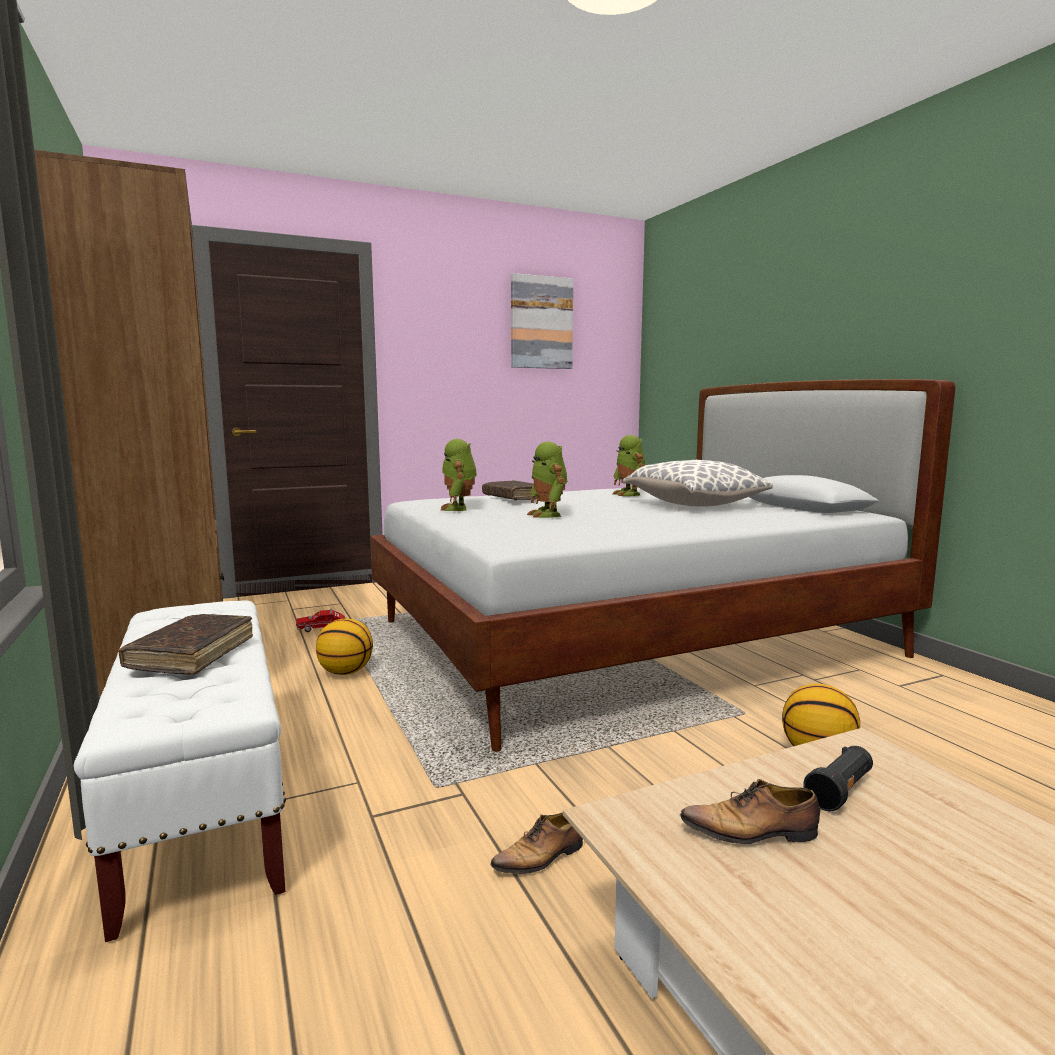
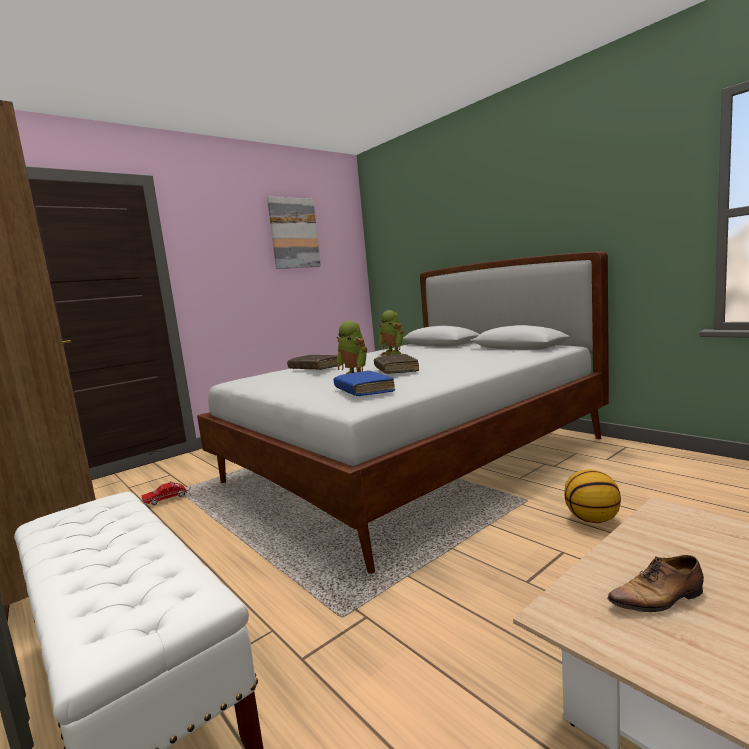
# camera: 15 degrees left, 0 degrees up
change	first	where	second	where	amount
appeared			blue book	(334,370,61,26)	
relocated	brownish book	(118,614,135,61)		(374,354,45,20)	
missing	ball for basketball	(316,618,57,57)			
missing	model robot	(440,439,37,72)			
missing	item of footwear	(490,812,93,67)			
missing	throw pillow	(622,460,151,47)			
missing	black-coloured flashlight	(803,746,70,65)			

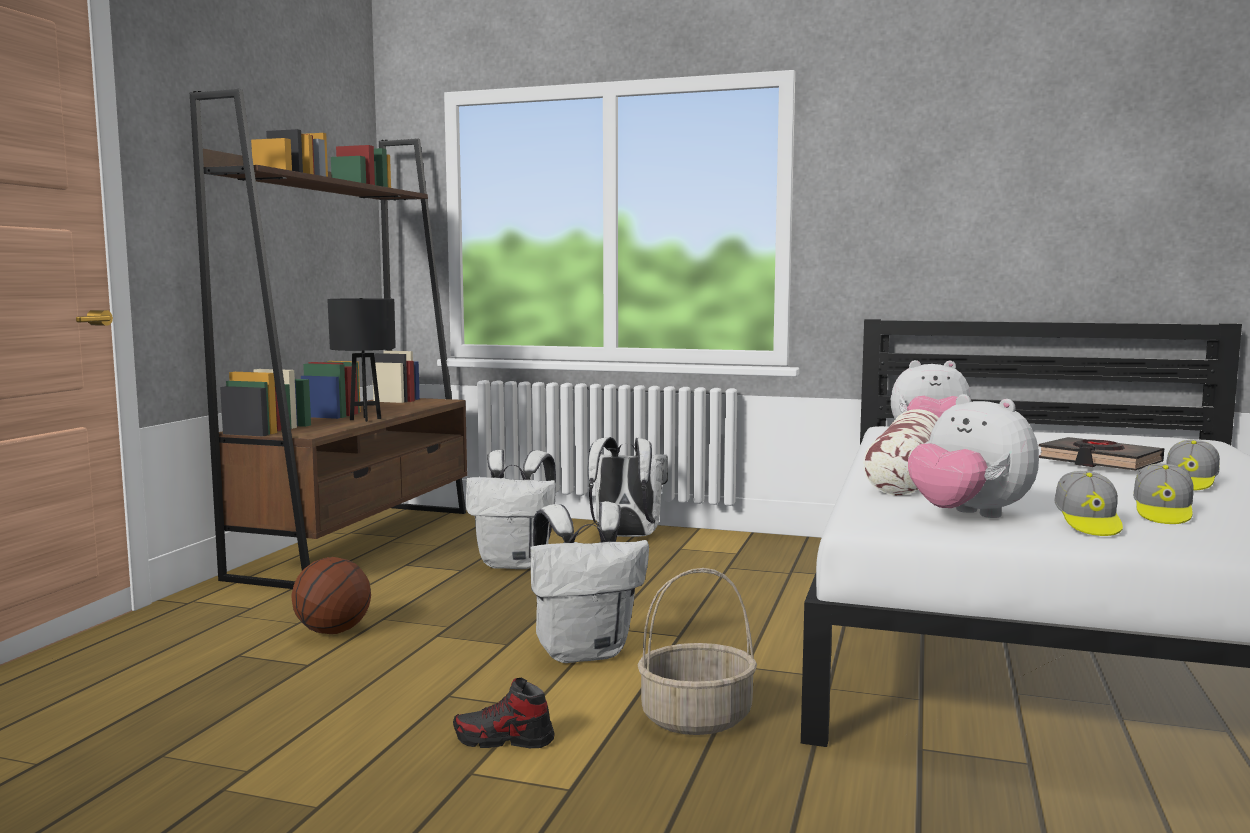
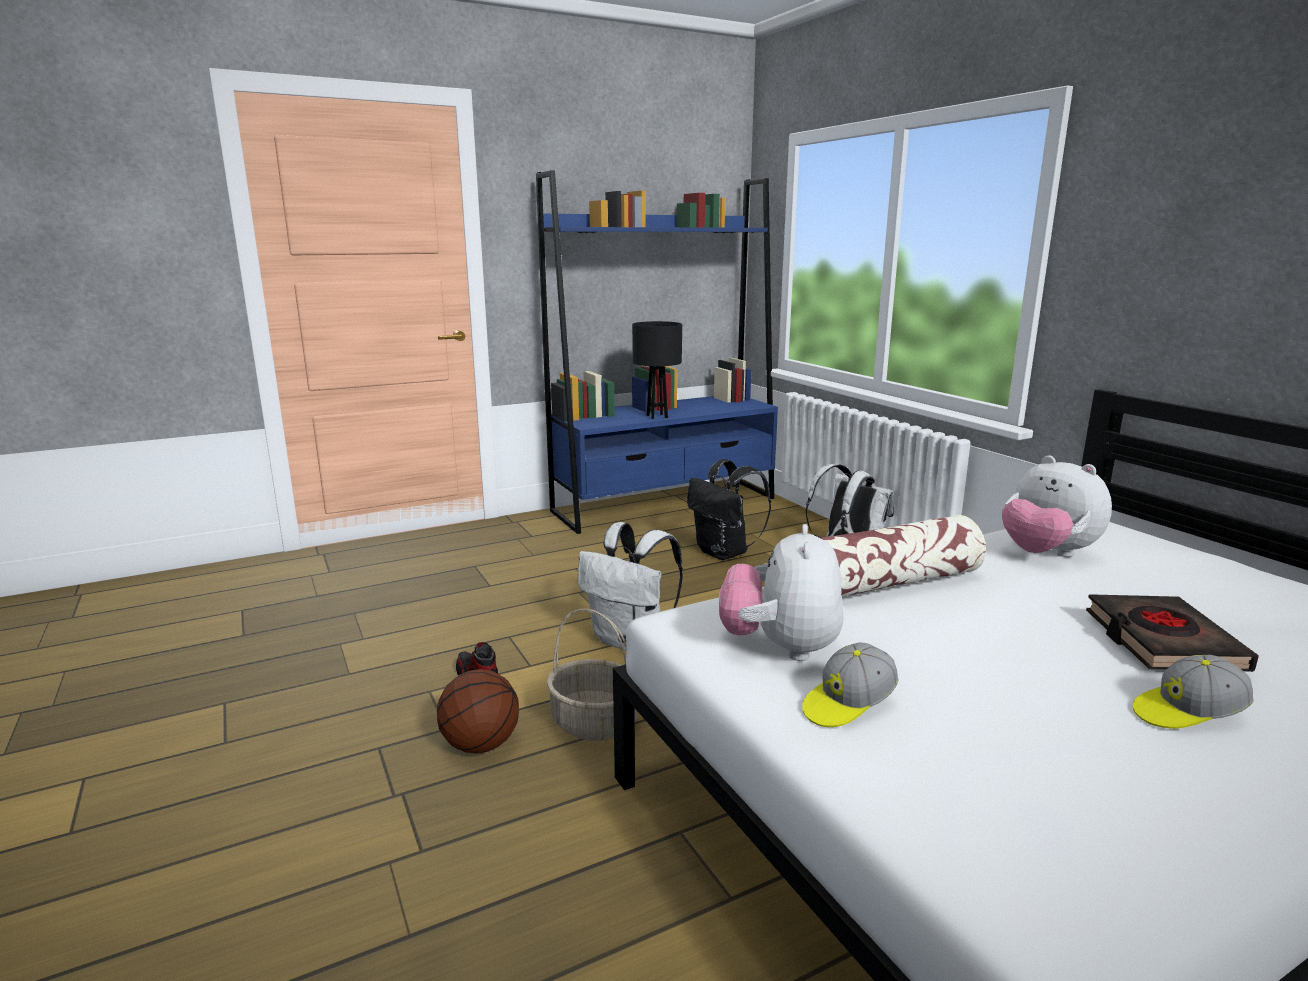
# camera: 45 degrees right, 10 degrees up
change	first	where	second	where	amount
relocated	ball for basketball	(291,557,80,77)		(437,669,82,84)	
colour	brownish bookcase	(190,89,277,500)	blue bookcase	(536,170,242,364)	
colour	white backpack	(466,450,90,119)	black-coloured backpack	(687,459,84,101)	
missing	peaked cap	(1133,464,61,60)			

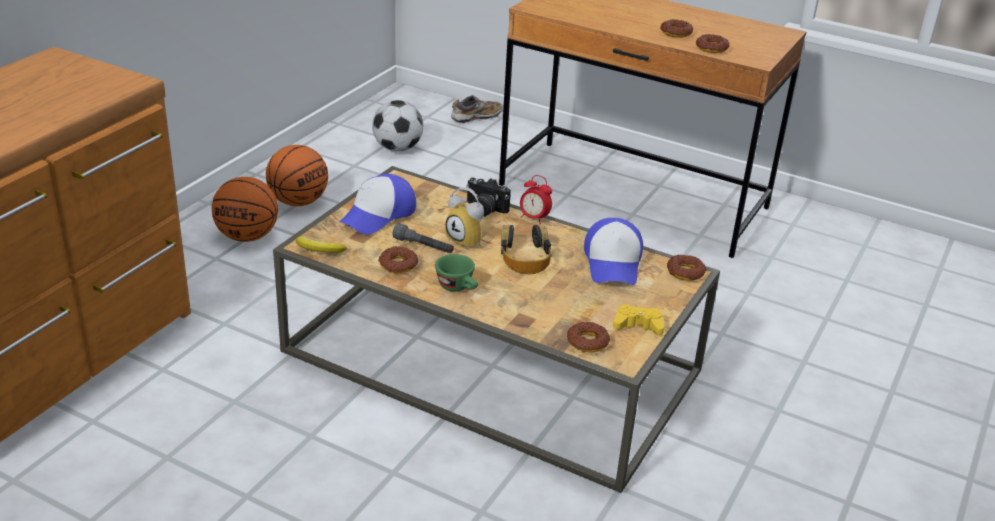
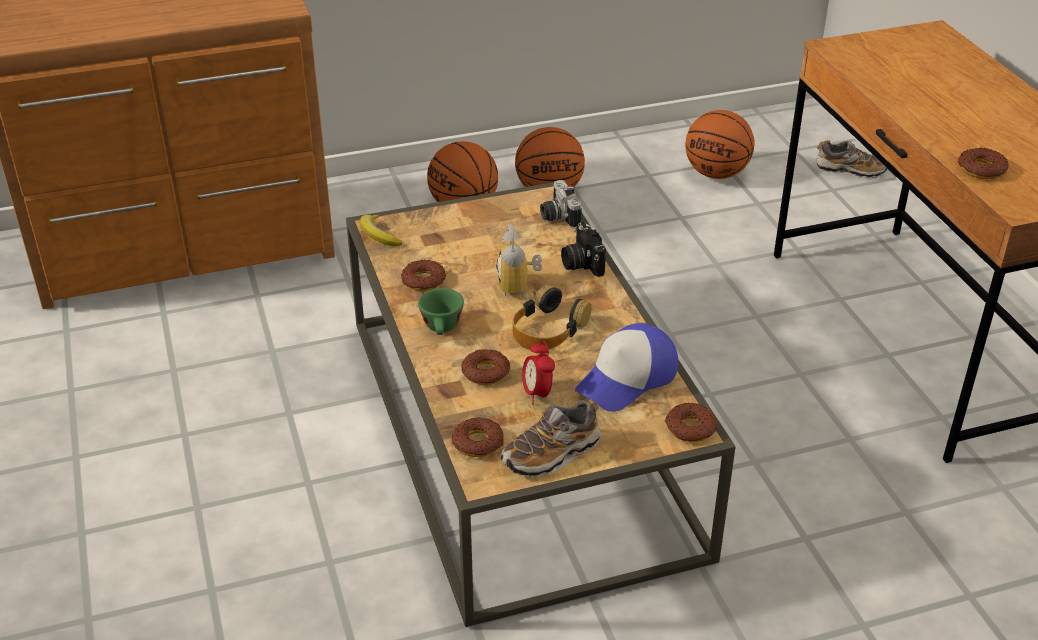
# camera: 45 degrees right, 5 degrees up
change	first	where	second	where	amount
relocated	ring doughnut	(660,19,33,19)		(461,349,49,36)	
exchanged	yellowish joypad	(613,304,51,31)	item of footwear	(501,400,100,77)	
relocated	alarm clock	(520,175,32,49)		(522,340,33,65)	
appeared			still camera	(540,180,42,49)	
exchanged	ball for football	(372,100,51,52)	ball for basketball	(685,110,70,69)	
missing	peaked cap	(339,174,77,61)			
missing	greyish flashlight	(393,223,61,30)			

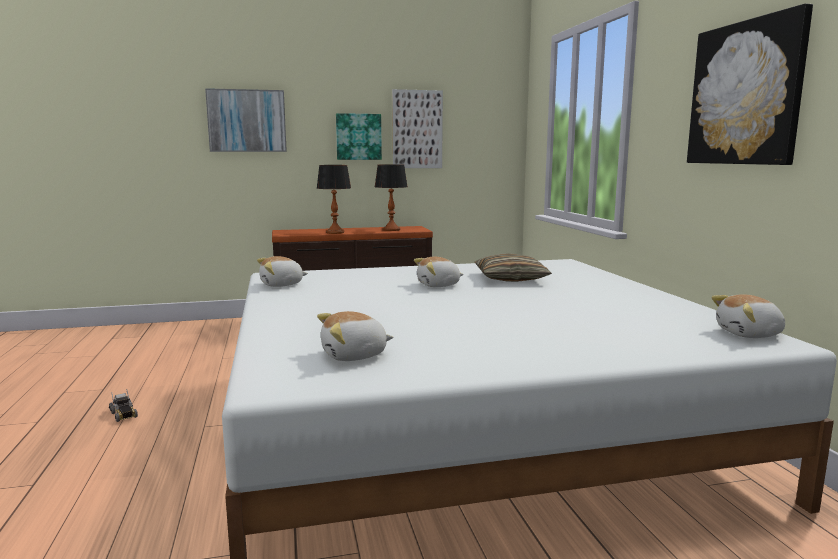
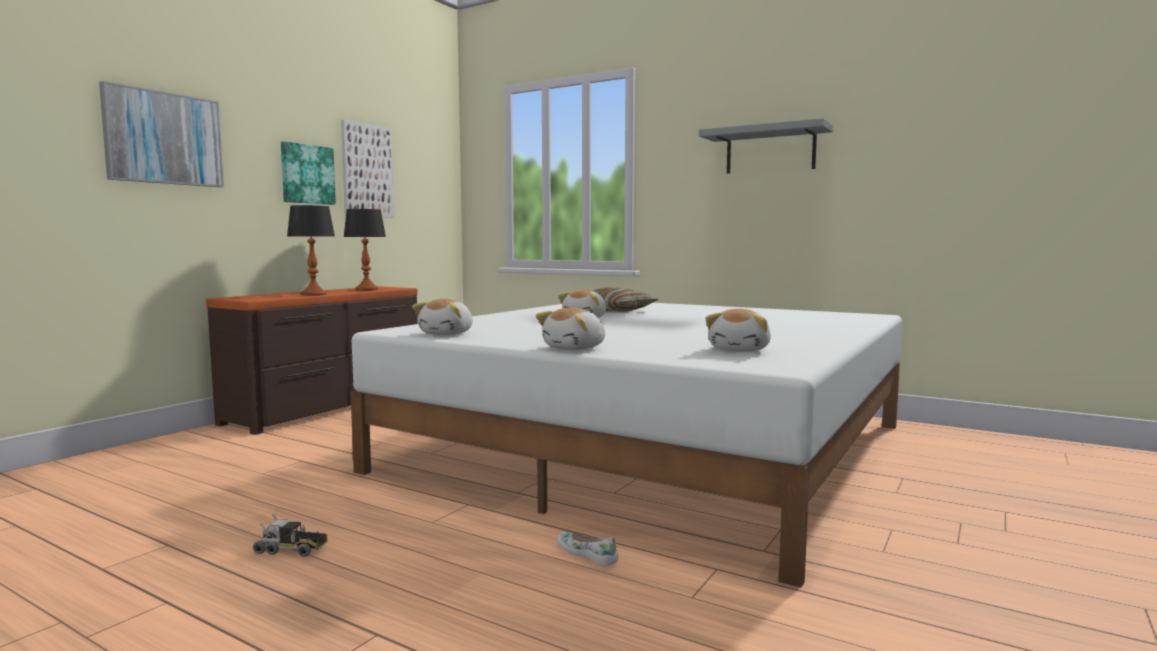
# camera: 45 degrees left, 5 degrees down
change	first	where	second	where	amount
relocated	plush toy	(711,294,74,44)		(536,308,69,42)	
appeared			white item of footwear	(558,532,60,34)	
exchanged	picture	(687,3,126,162)	greyish wall shelf	(699,118,134,56)	

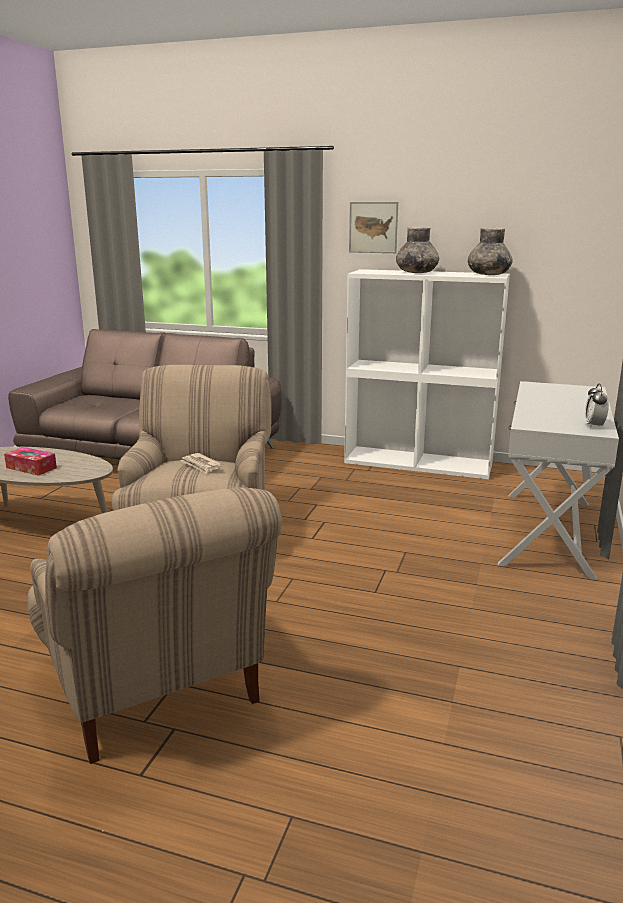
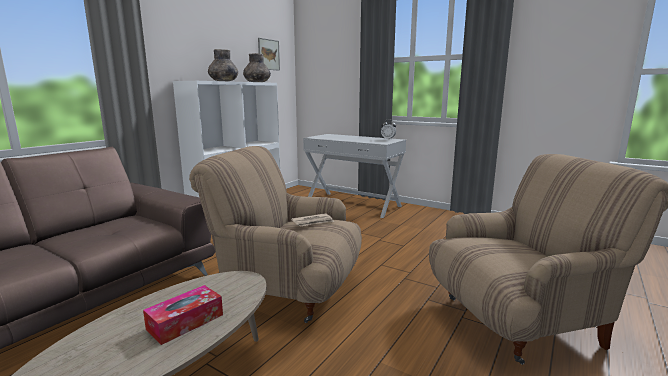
# camera: 75 degrees left, 5 degrees down
change	first	where	second	where	amount
relocated	picture	(349,202,49,51)		(258,38,22,33)	

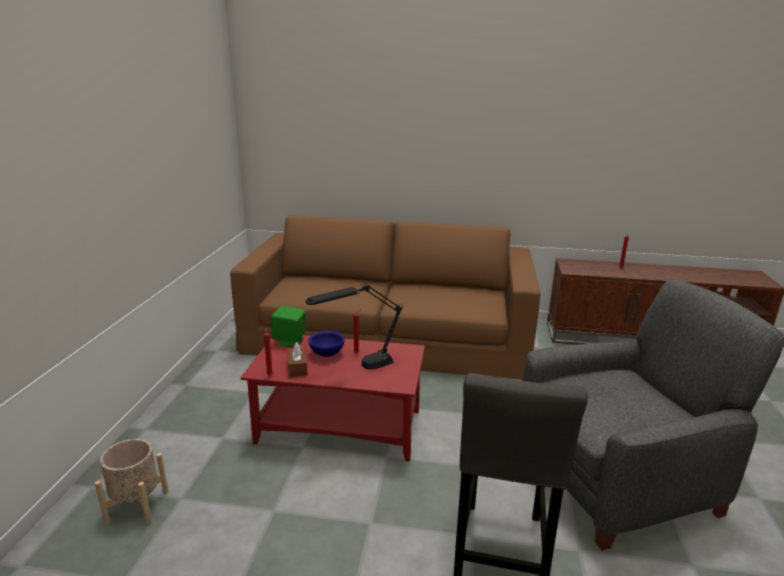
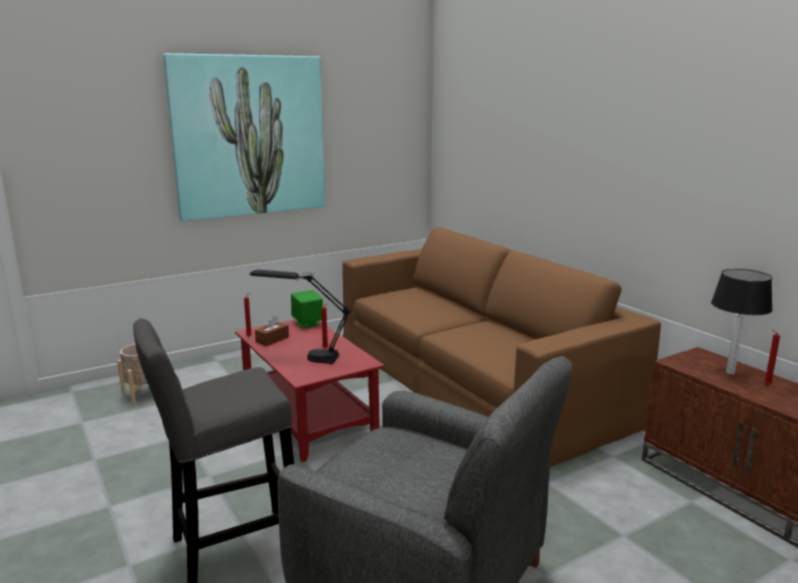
# camera: 50 degrees right, 5 degrees down
change	first	where	second	where	amount
appeared			picture	(163,53,162,168)	
appeared			tabletop lamp	(711,269,62,105)	
missing	blue serving bowl	(308,331,37,26)			

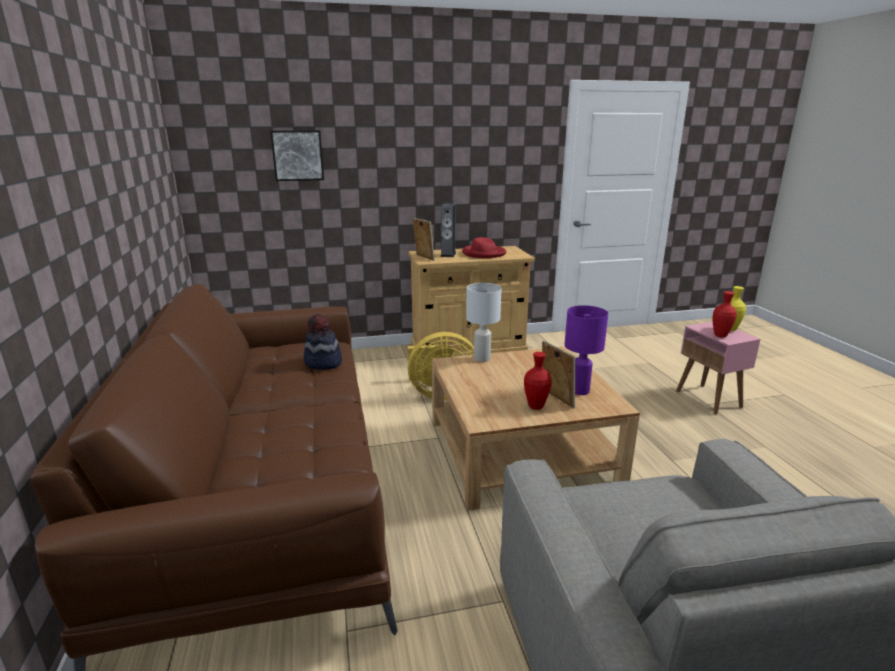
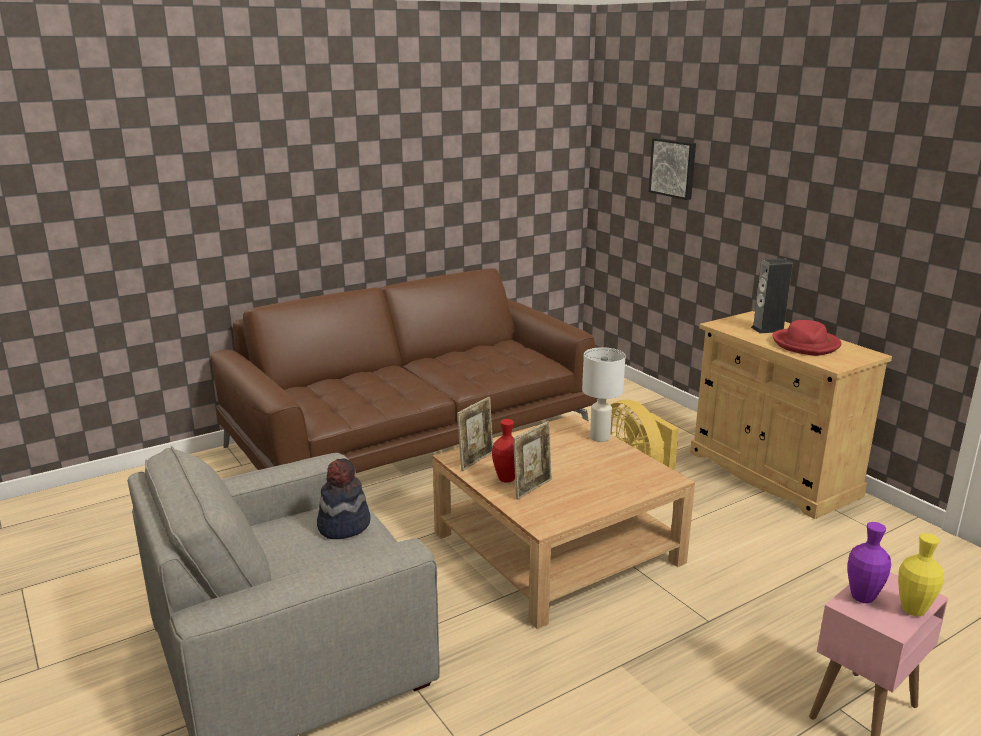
# camera: 70 degrees right, 0 degrees up
change	first	where	second	where	amount
relocated	hat	(304,314,38,56)		(317,458,54,81)	
relocated	standing frame	(413,218,22,43)		(457,397,36,74)	
colour	red decorative vase	(713,291,24,47)	purple decorative vase	(848,522,43,81)	
missing	purple tabletop lamp	(565,305,43,90)			

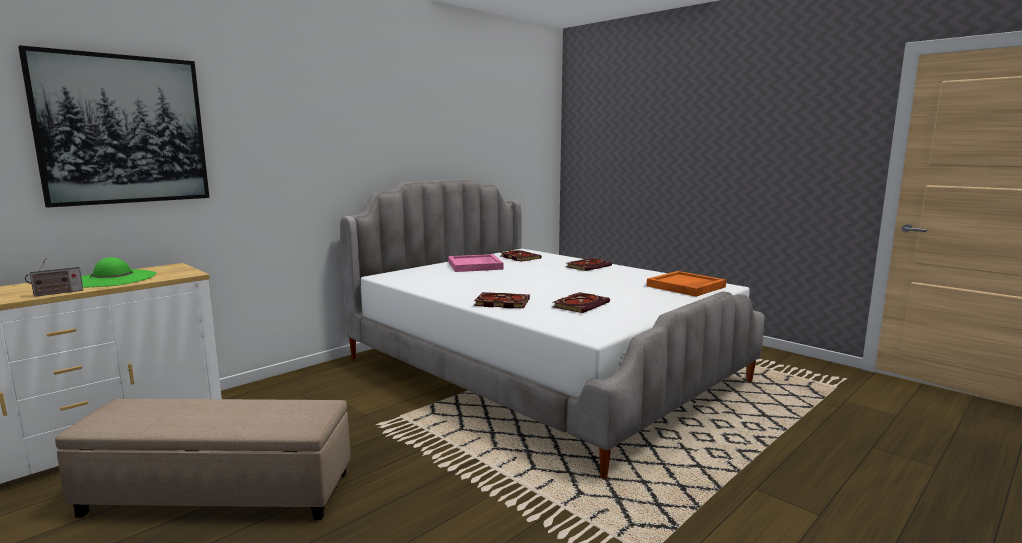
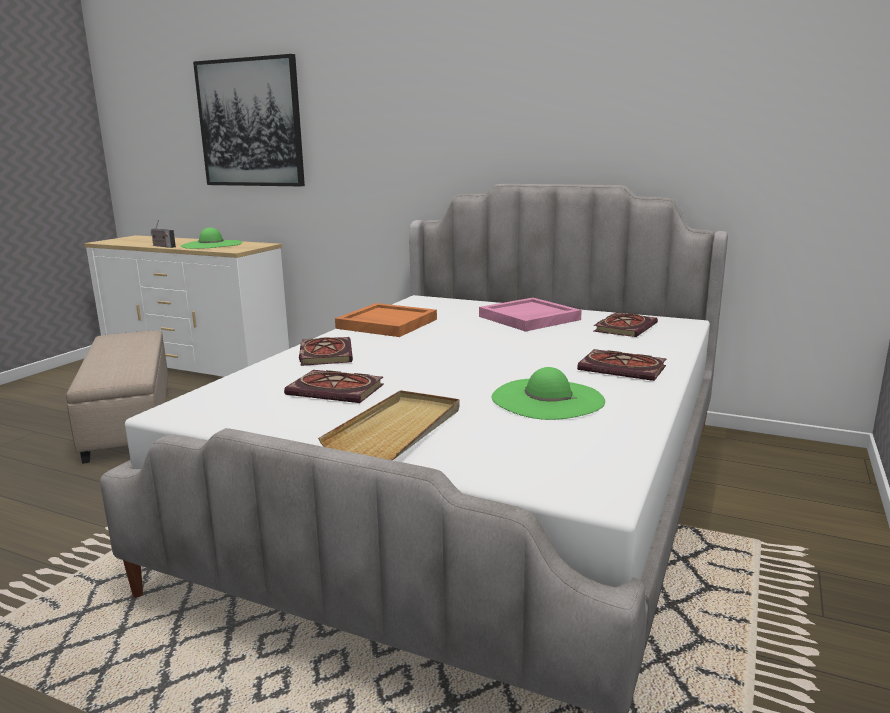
# camera: 70 degrees right, 5 degrees up
change	first	where	second	where	amount
appeared			beige-coloured serving tray	(318,390,142,70)	
relocated	orange-coloured serving tray	(647,271,79,26)		(335,303,102,34)	
appeared			greenish hat	(491,367,114,53)	

